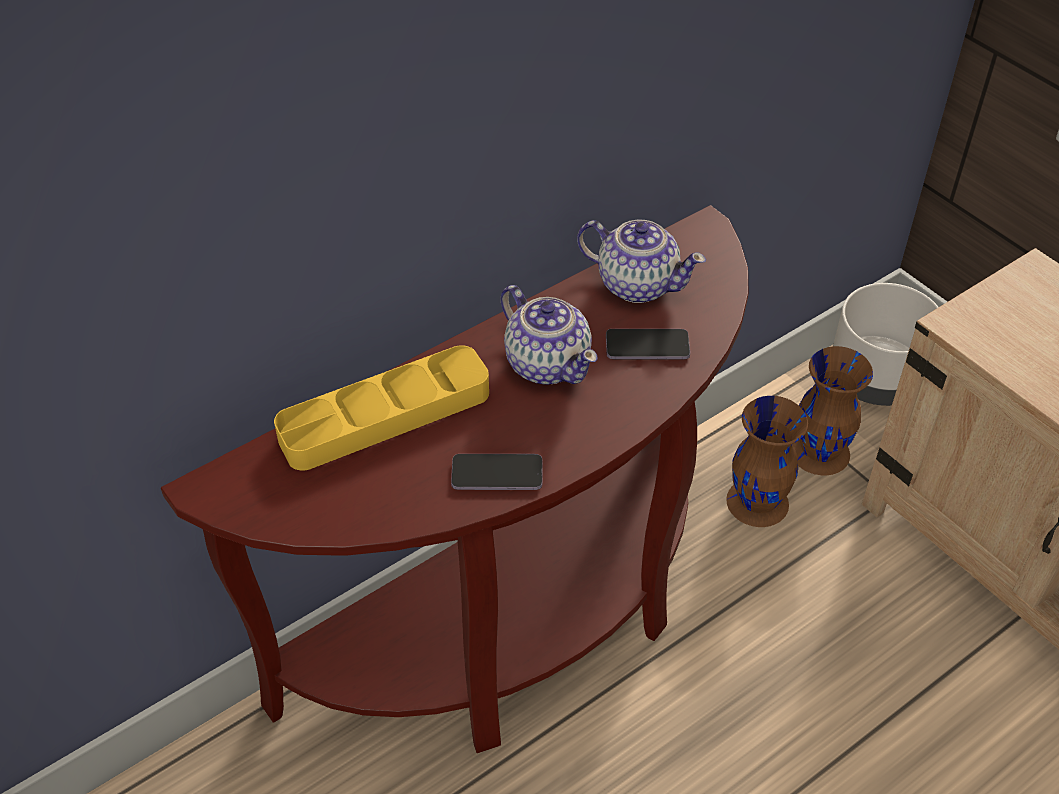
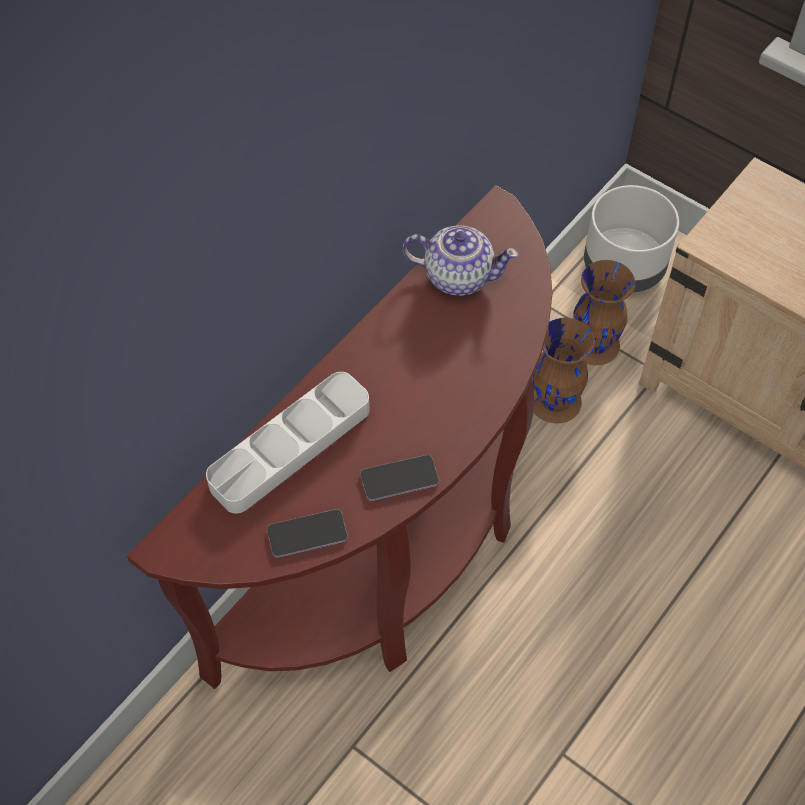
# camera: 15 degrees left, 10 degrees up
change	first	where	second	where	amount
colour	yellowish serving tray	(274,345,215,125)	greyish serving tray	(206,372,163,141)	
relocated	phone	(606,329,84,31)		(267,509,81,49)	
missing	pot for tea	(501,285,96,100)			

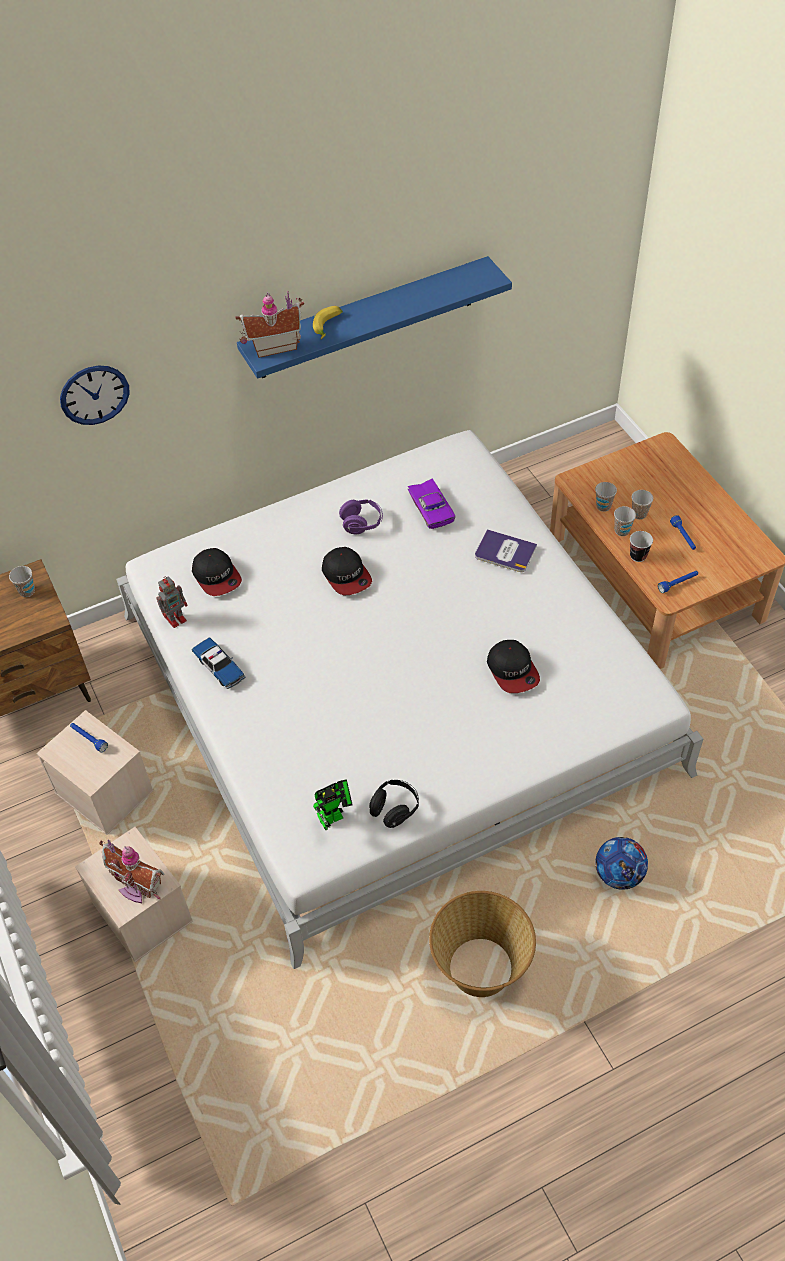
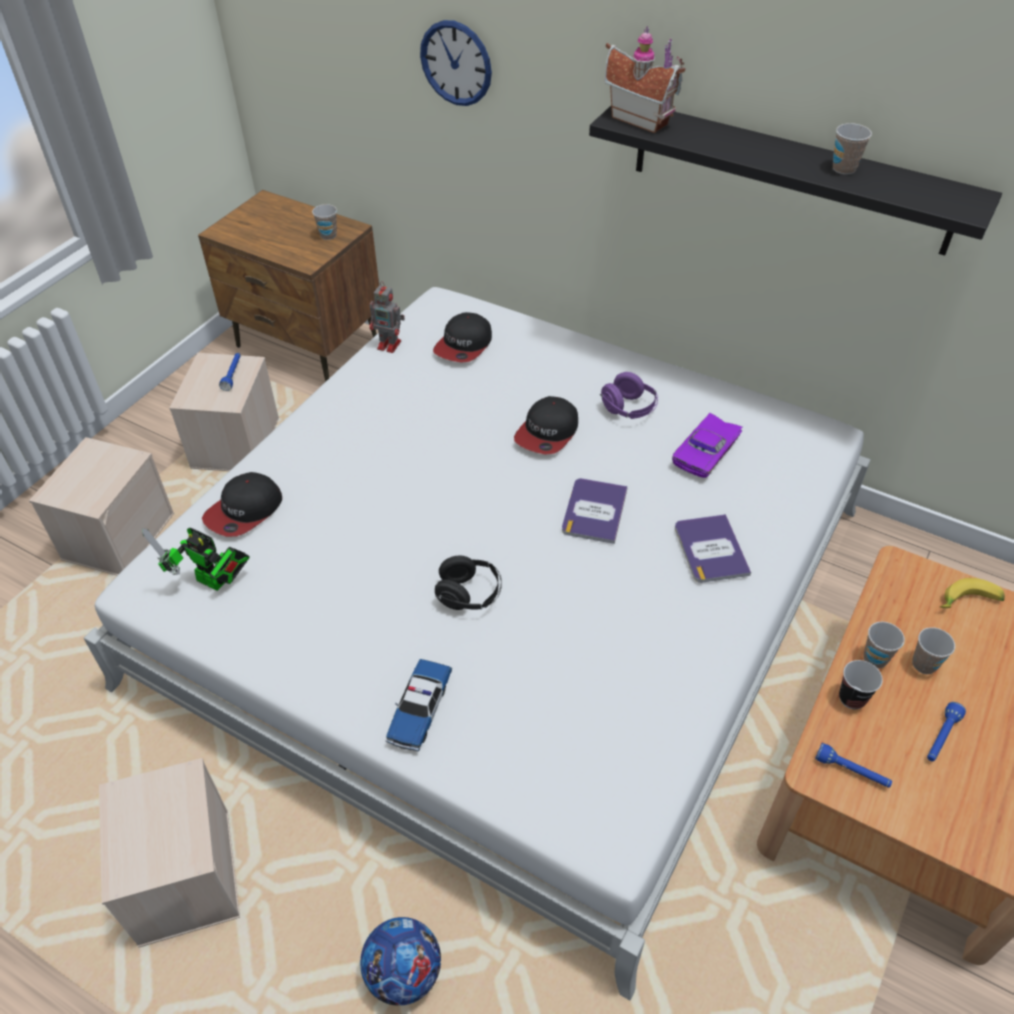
# camera: 55 degrees right, 5 degrees down
change	first	where	second	where	amount
exchanged	household basket	(429,891,107,106)	beige-coloured storage box	(99,758,141,190)	
relocated	peaked cap	(487,640,53,53)		(202,472,80,65)	
relocated	miniature car	(192,637,53,52)		(386,659,66,92)	
relocated	black-coloured headset	(369,780,50,48)		(435,556,67,54)	
appeared			book	(562,478,66,66)	
colour	blue wall shelf	(237,256,275,123)	black-coloured wall shelf	(589,106,413,149)	
relocated	cup	(595,482,22,30)		(833,123,39,52)	
relocated	whole banana	(313,306,30,33)		(940,578,65,30)	
missing	toy house	(99,839,65,64)			

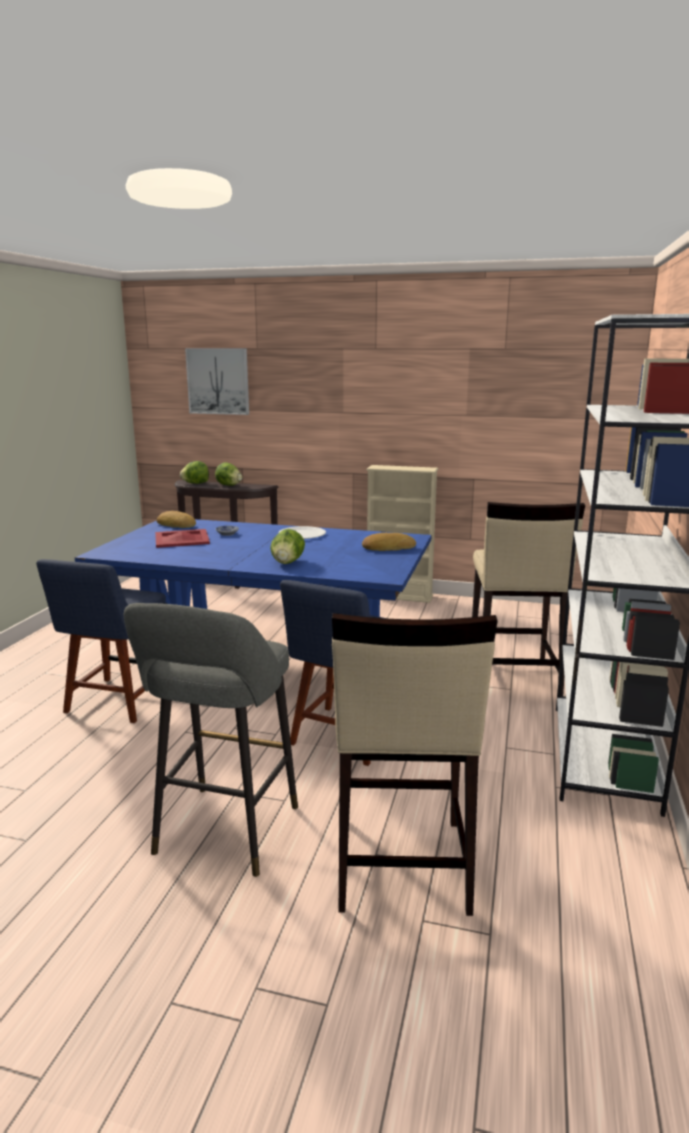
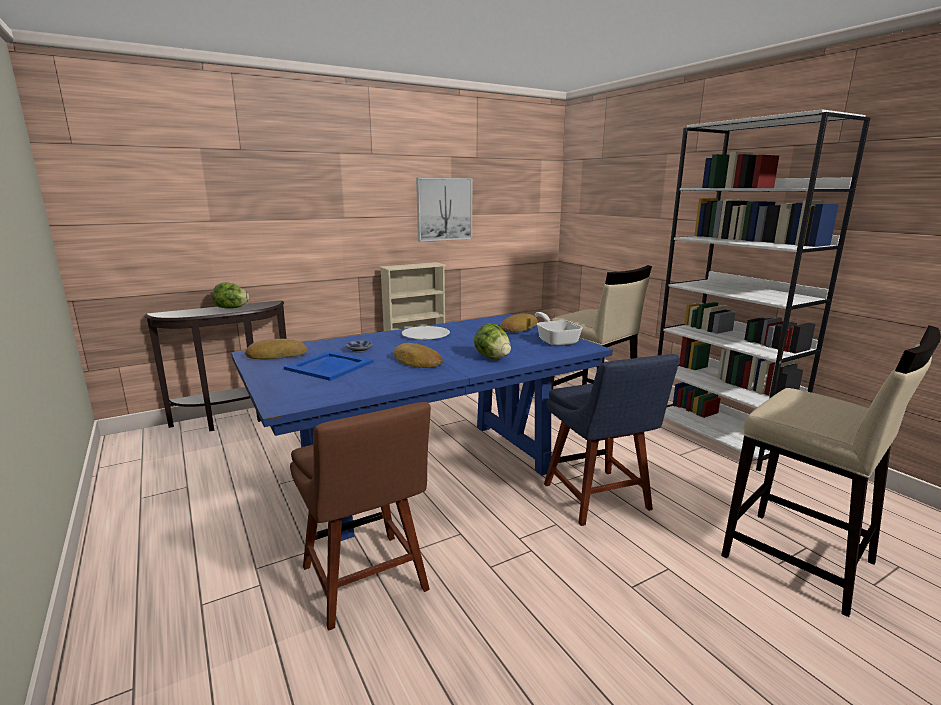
# camera: 45 degrees left, 0 degrees up
change	first	where	second	where	amount
colour	red serving tray	(155,529,55,19)	blue serving tray	(284,351,89,30)	
colour	blue upright chair	(36,559,131,164)	brownish upright chair	(290,402,141,229)	
appeared			bread	(394,343,49,25)	
relocated	picture	(185,348,64,67)		(416,178,56,64)	
appeared			frying pan	(535,312,48,34)	
missing	greyish stool	(124,603,174,274)			
missing	lettuce	(180,461,29,23)			

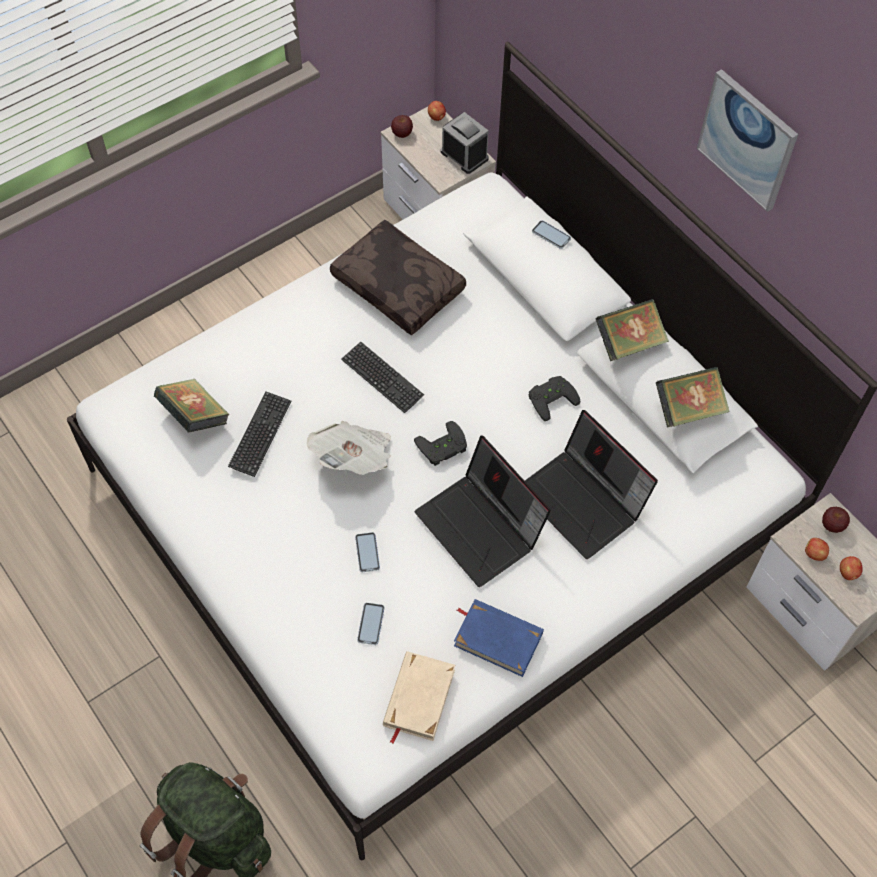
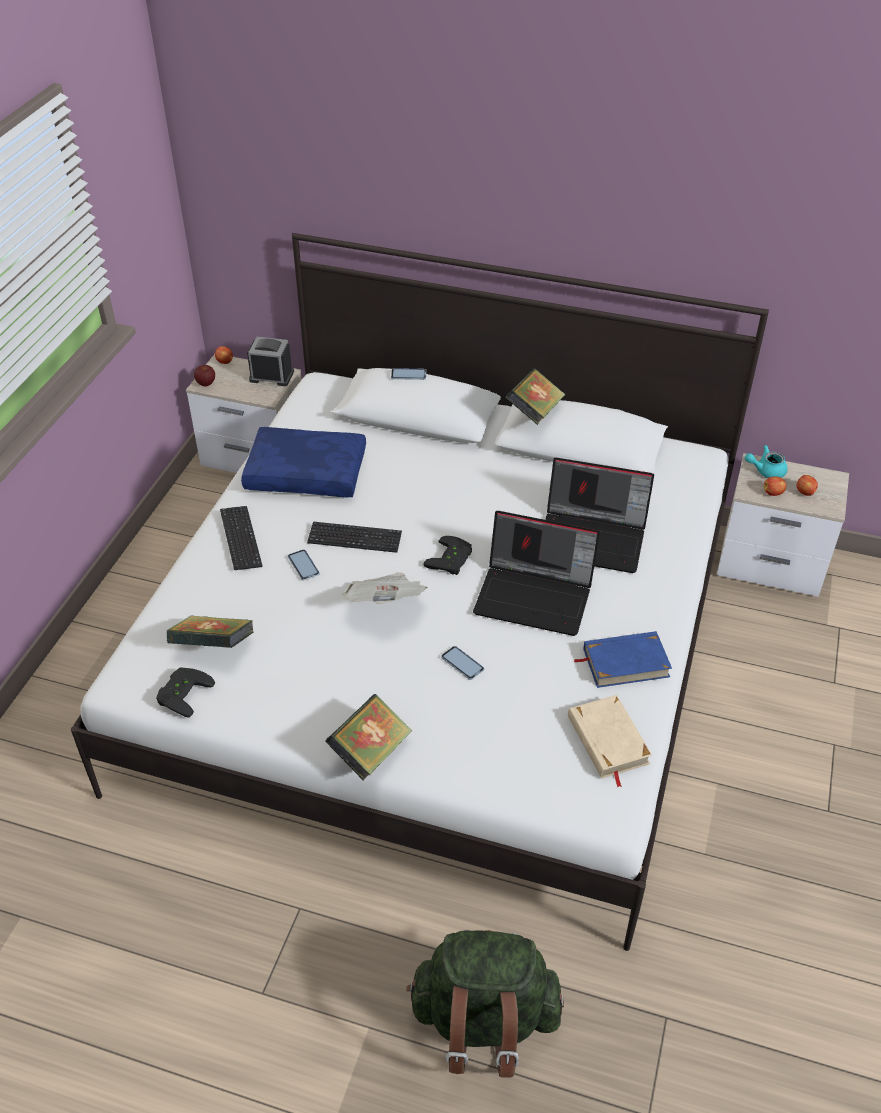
# camera: 35 degrees left, 15 degrees down
change	first	where	second	where	amount
relocated	black-coloured joypad	(529,376,51,45)		(156,667,59,51)	
relocated	PC keyboard	(228,391,63,86)		(220,506,43,64)	
colour	brownish throw pillow	(330,220,136,115)	blue throw pillow	(241,427,125,70)	
relocated	phone	(357,603,27,42)		(288,550,31,30)	
relocated	book	(656,367,74,61)		(326,694,86,86)	
exchanged	whole apple	(822,507,28,26)	turquoise-coloured pot for tea	(745,445,43,33)	
missing	picture	(697,69,101,143)			

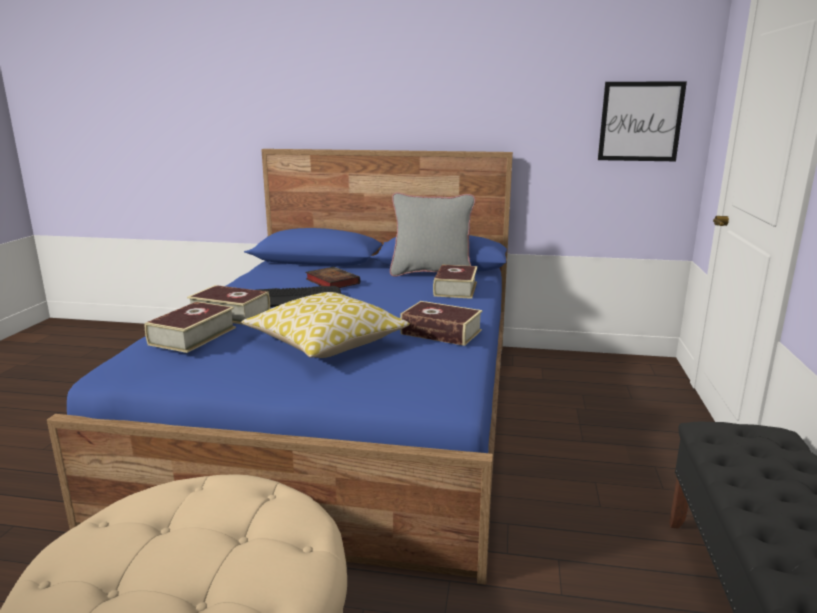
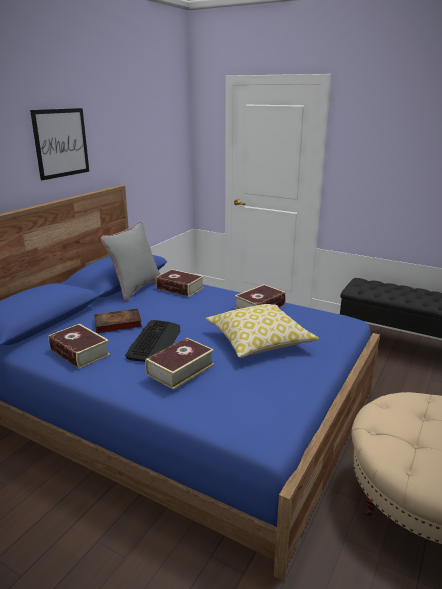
# camera: 70 degrees left, 5 degrees up
change	first	where	second	where	amount
relocated	picture	(598,81,89,80)		(30,108,59,72)	
relocated	book	(145,302,91,51)		(49,324,61,45)	

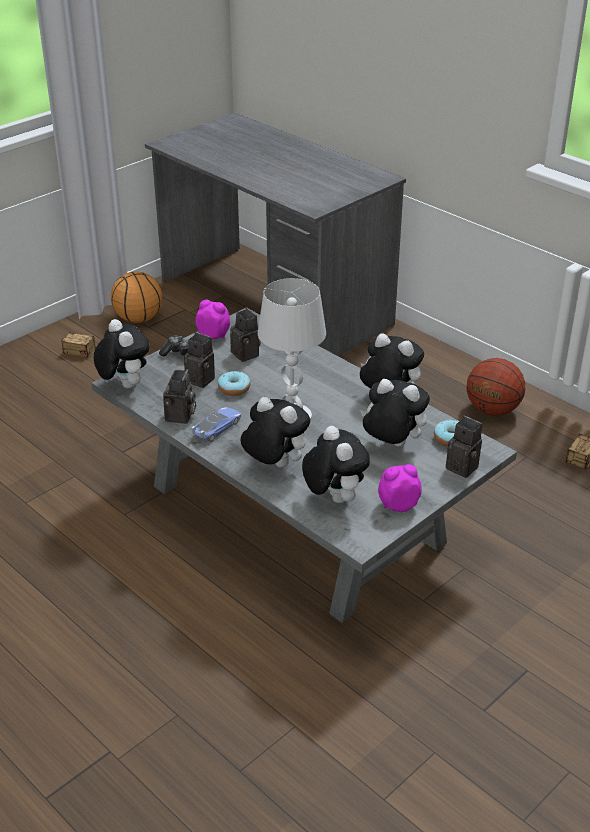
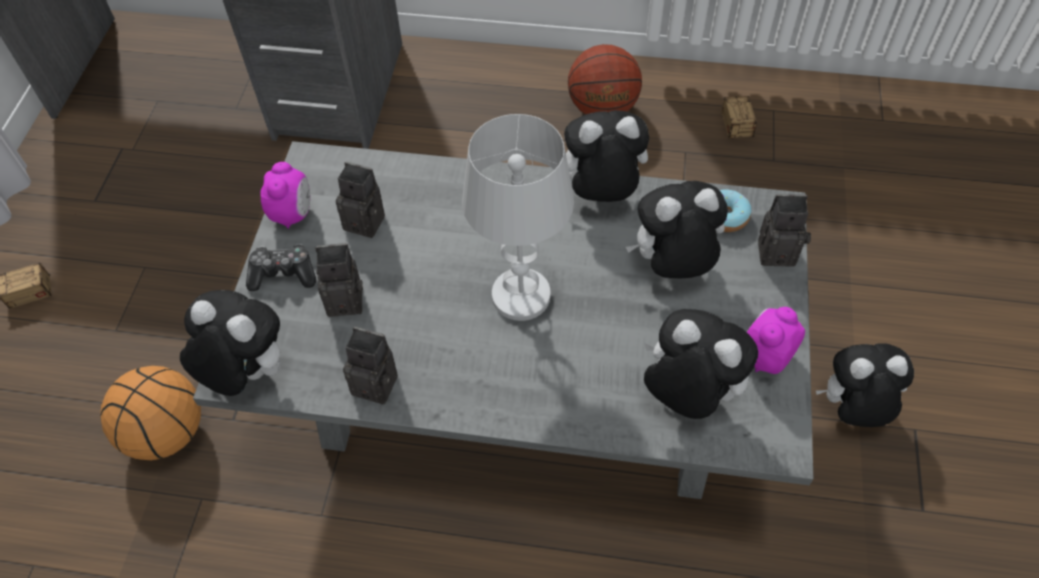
# camera: 35 degrees left, 20 degrees up
change	first	where	second	where	amount
relocated	ball for basketball	(111,271,51,52)		(100,366,101,94)	
spun	alarm clock	(195,300,35,39)		(261,162,49,67)	105 degrees clockwise
spun	still camera	(163,369,33,55)		(343,326,55,79)	45 degrees counterclockwise
relocated	plush toy	(241,397,69,71)		(816,343,98,84)	
missing	miniature car	(191,407,51,35)			
missing	ring doughnut	(218,371,32,25)			

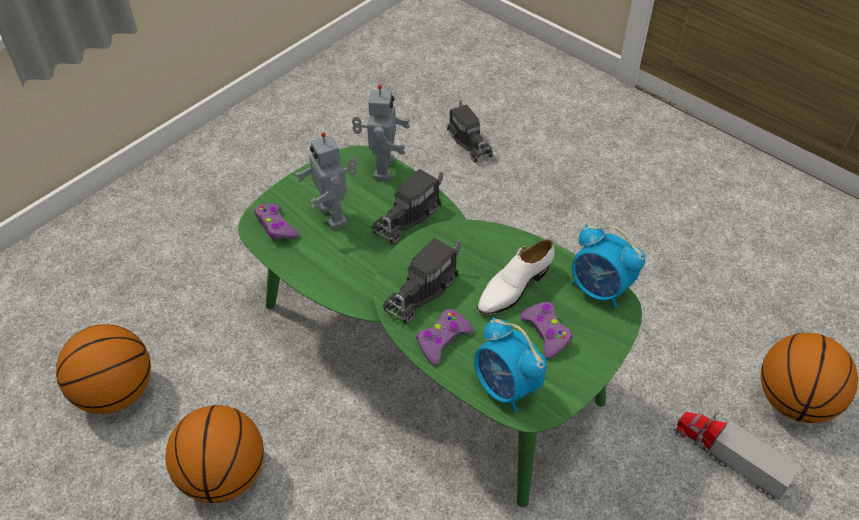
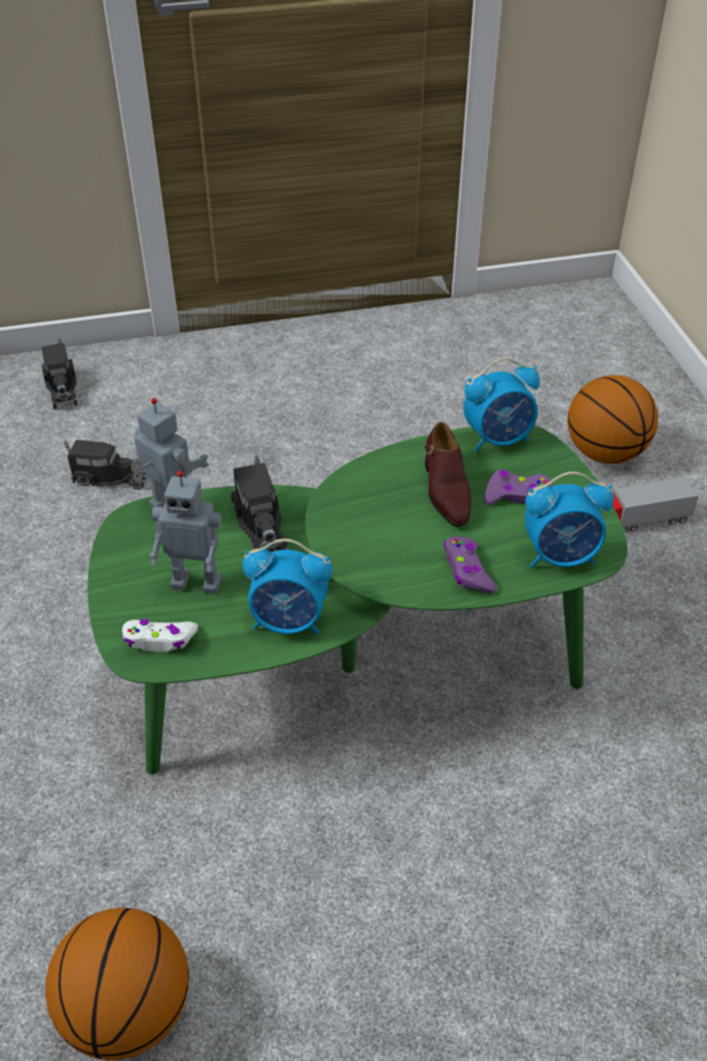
# camera: 55 degrees left, 5 degrees down
change	first	where	second	where	amount
relocated	toy truck	(383,238,78,86)		(41,338,36,72)	
colour	purple joypad	(254,203,46,37)	white joypad	(122,619,76,33)	
appeared			alarm clock	(243,539,90,96)	
colour	white item of footwear	(477,239,78,76)	brownish item of footwear	(425,422,46,104)	
missing	ball for basketball	(165,405,99,98)			

